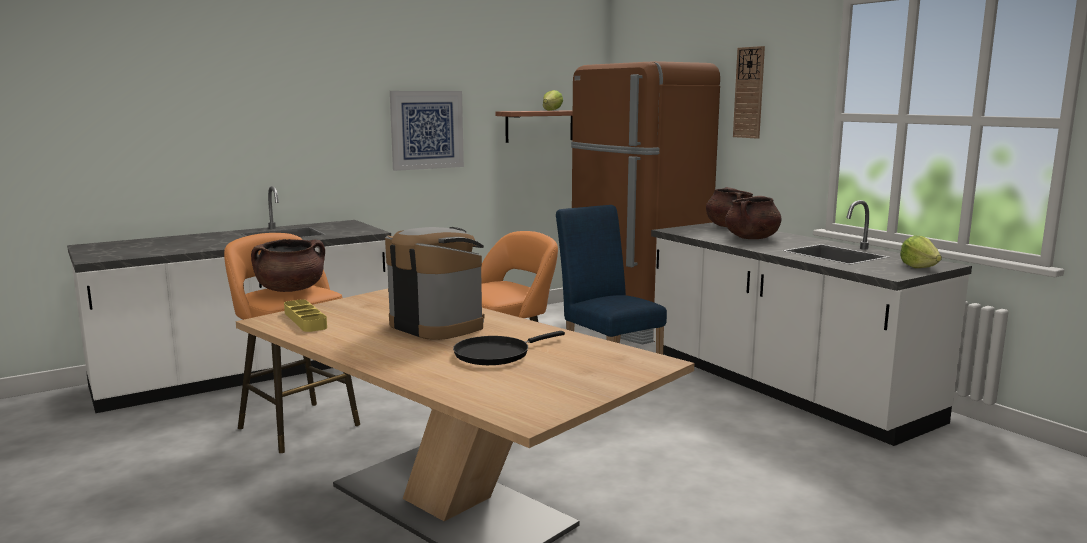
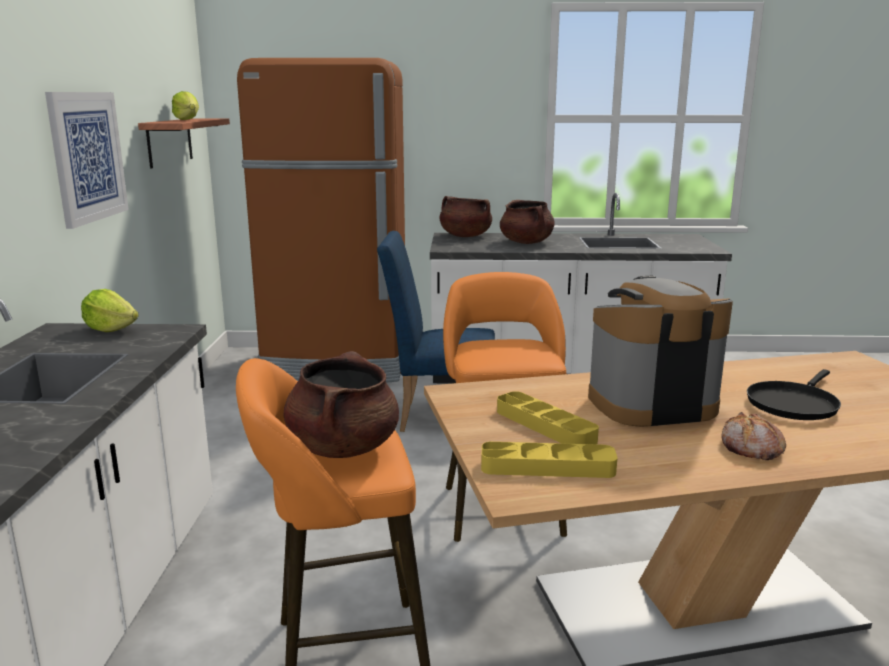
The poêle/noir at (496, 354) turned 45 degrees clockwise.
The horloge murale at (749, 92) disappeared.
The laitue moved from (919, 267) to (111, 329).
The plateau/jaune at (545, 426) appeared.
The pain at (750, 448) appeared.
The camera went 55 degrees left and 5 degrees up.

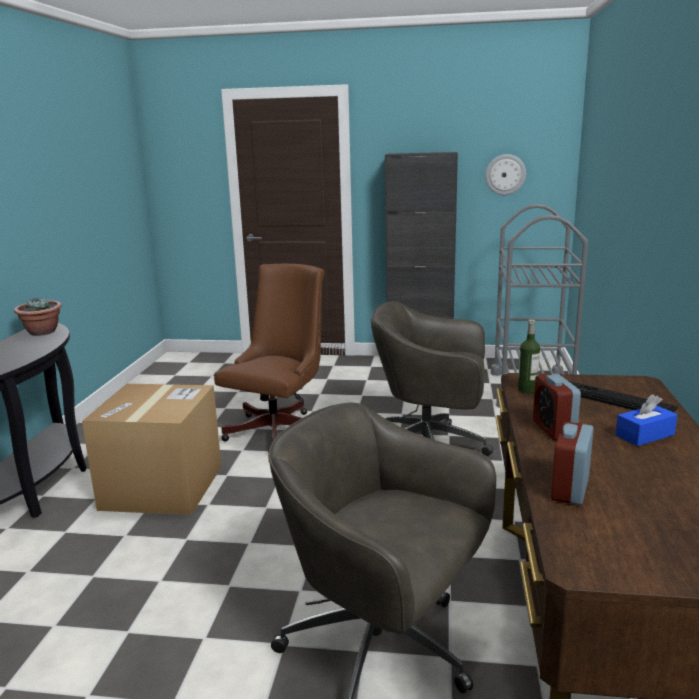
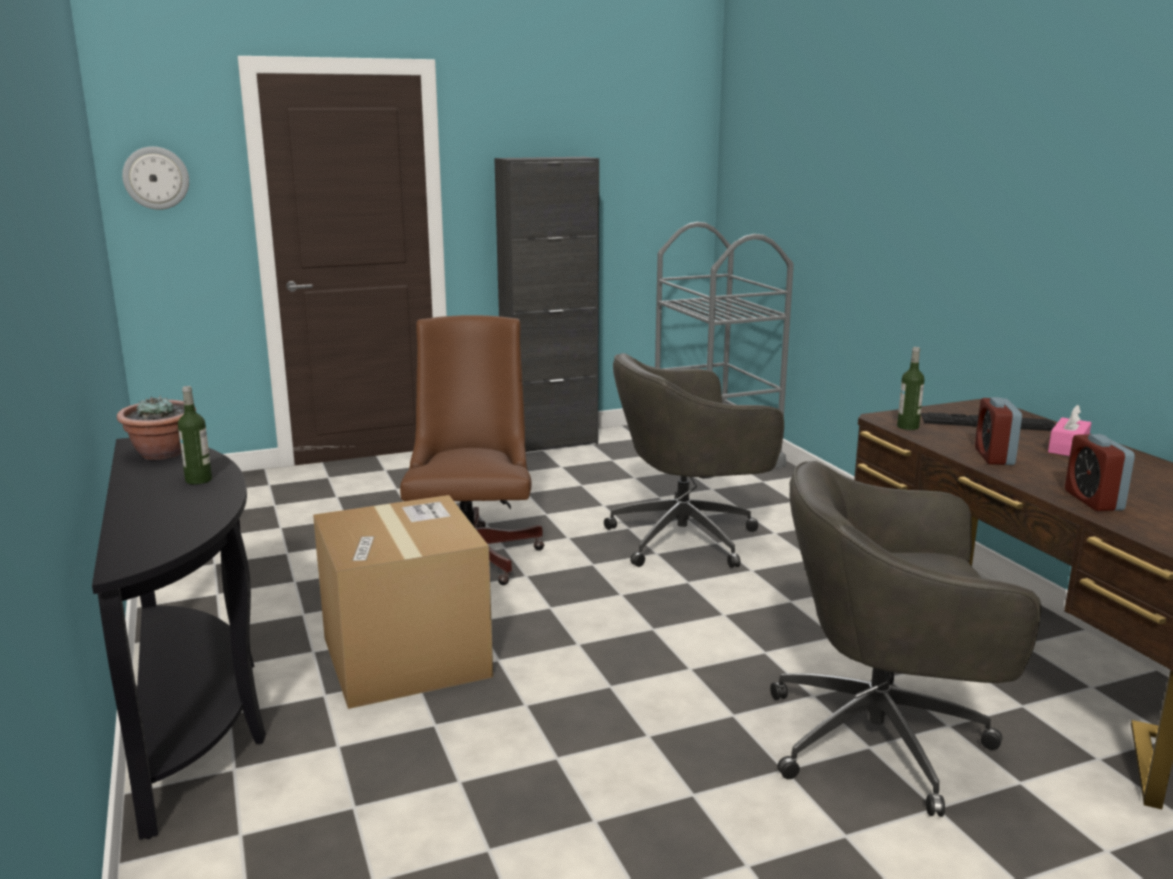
The horloge murale moved from (505, 174) to (156, 178).
The réveil at (553, 429) turned 45 degrees clockwise.
The boîte à mouchoirs/bleu at (645, 435) became the boîte à mouchoirs/rose at (1068, 448).
The bouteille at (198, 480) appeared.
The camera went 30 degrees left and 0 degrees up.

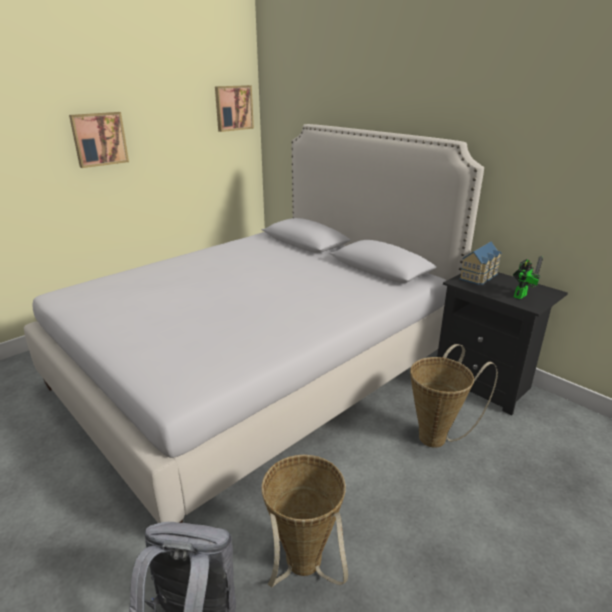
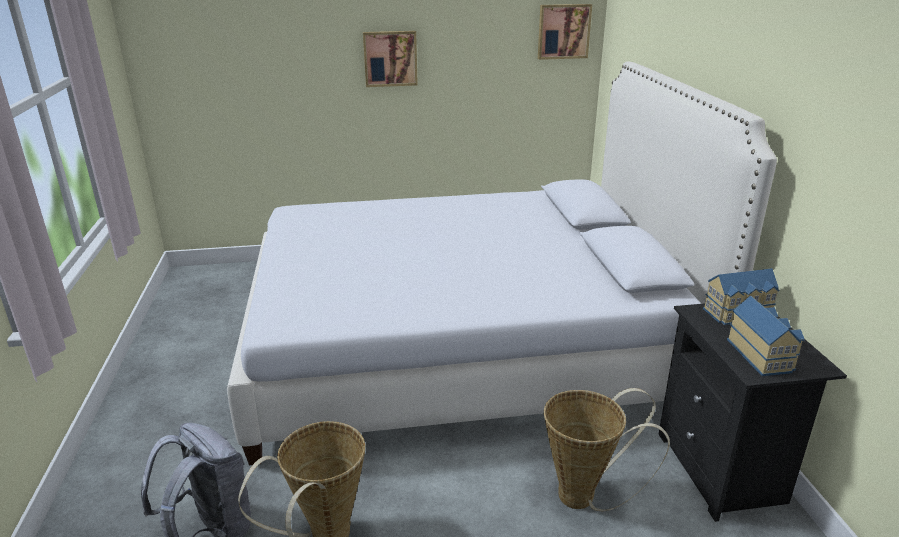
The robot jouet at (521, 295) was replaced by the maison miniature at (761, 355).
The camera went 35 degrees right and 0 degrees up.

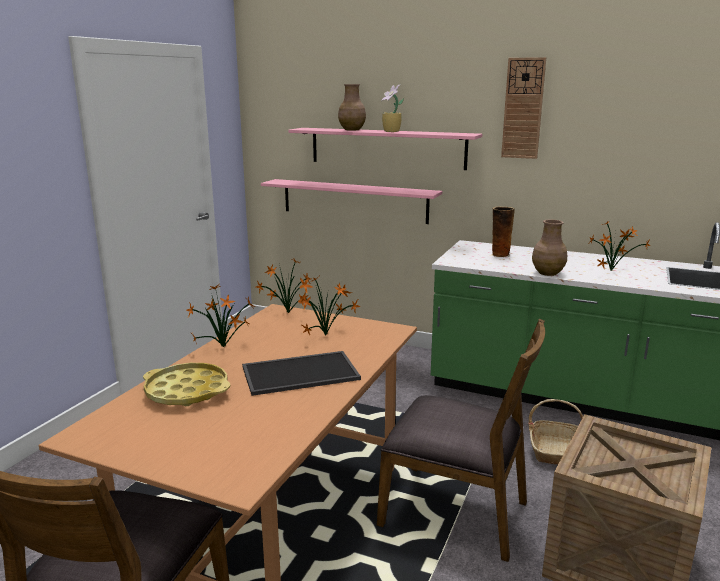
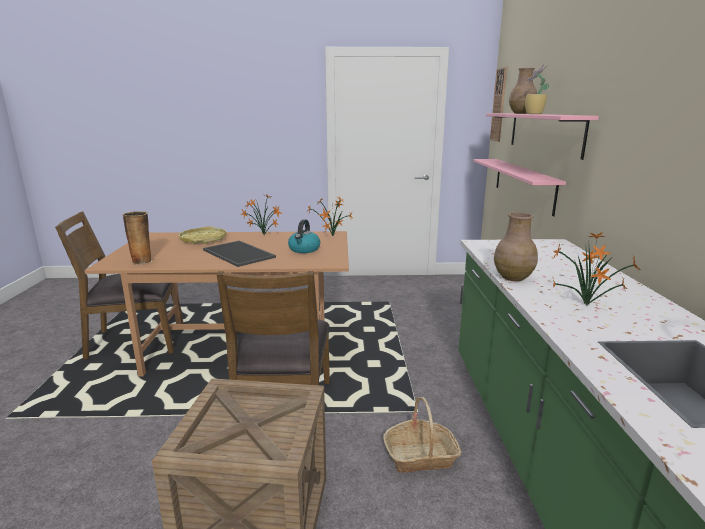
The plante en pot at (327, 335) was replaced by the bouilloire at (304, 249).
The vase moved from (499, 254) to (142, 261).
The horloge murale moved from (523, 108) to (499, 105).
The camera went 65 degrees right and 0 degrees up.

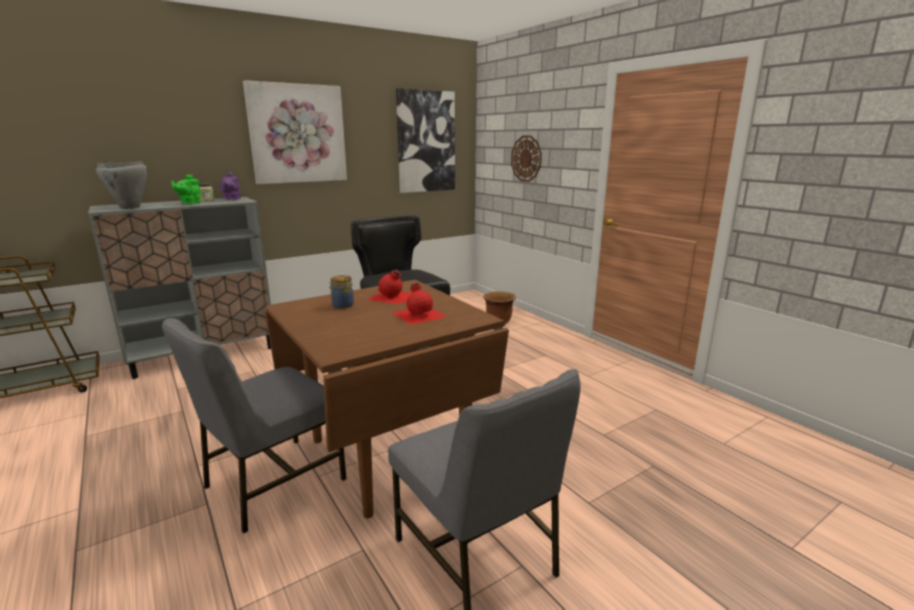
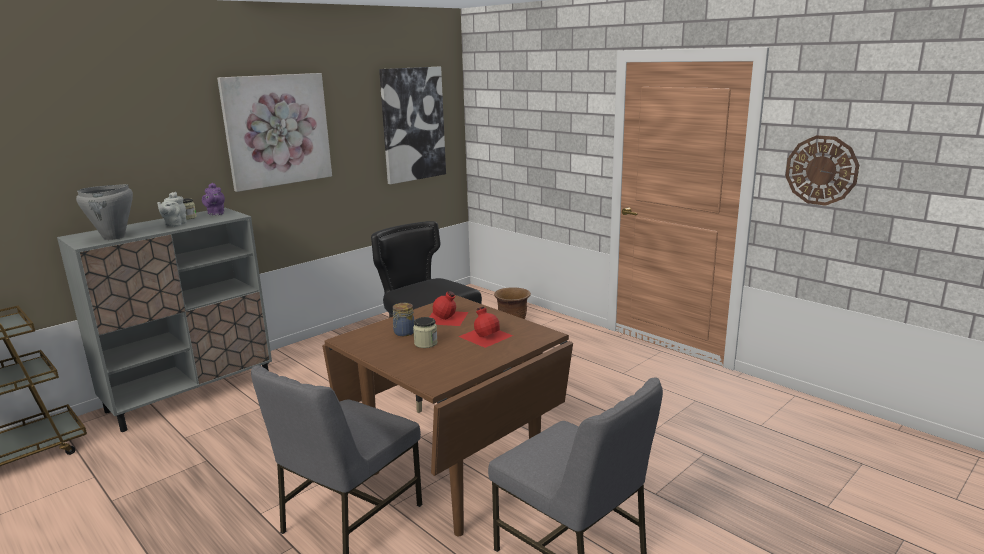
The théière/vert at (189, 203) became the théière/gris at (175, 225).
The horloge murale moved from (526, 158) to (821, 170).
The bocal at (425, 343) appeared.
The camera went 10 degrees left and 0 degrees up.

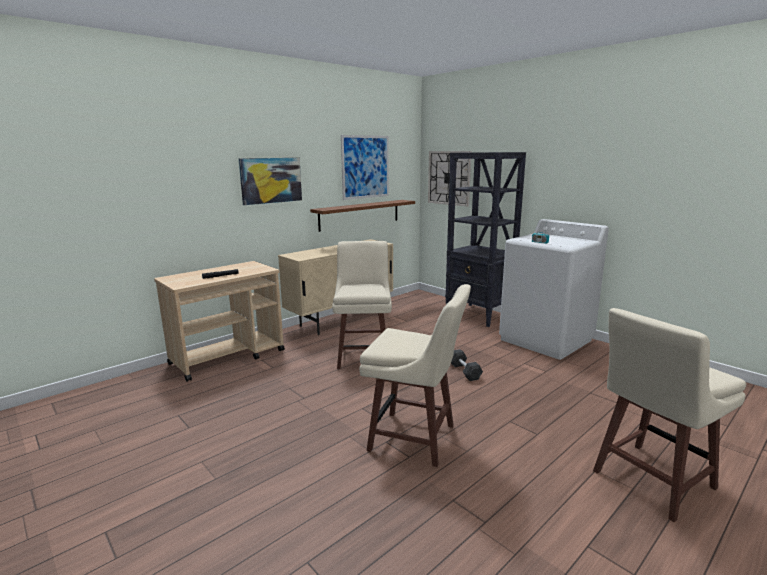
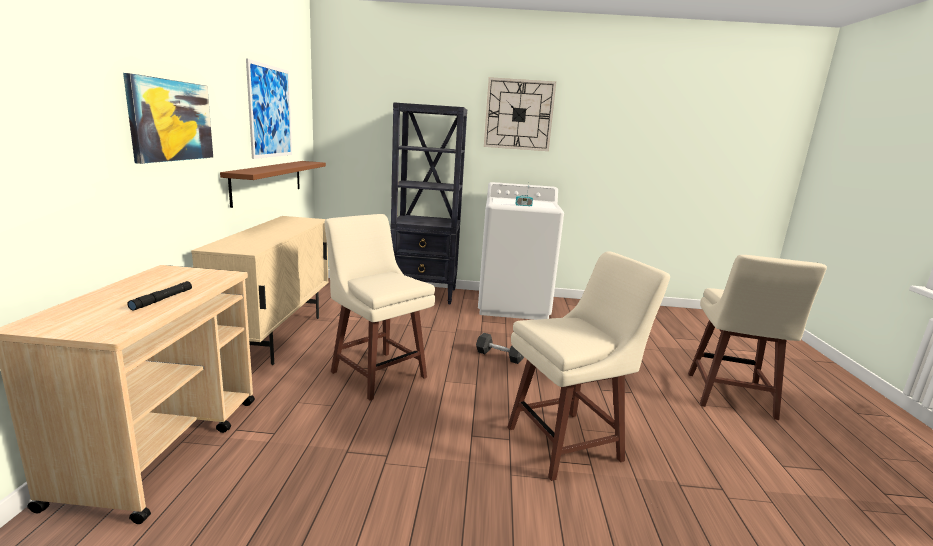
The horloge murale moved from (449, 178) to (519, 115).
The camera went 45 degrees left and 0 degrees up.

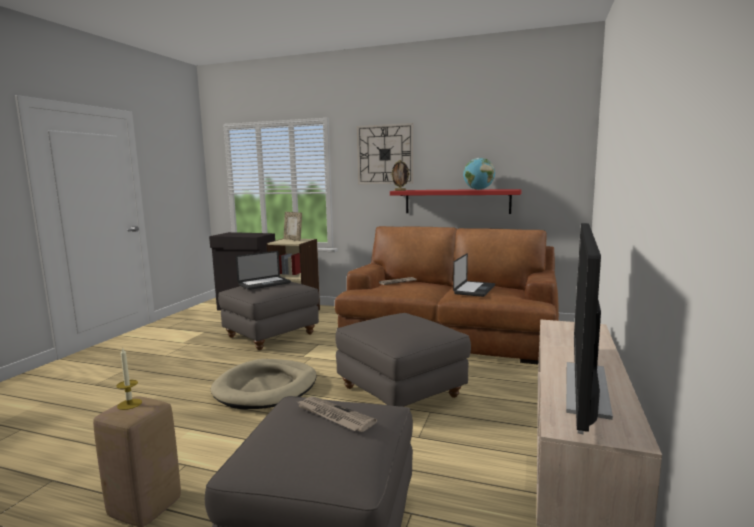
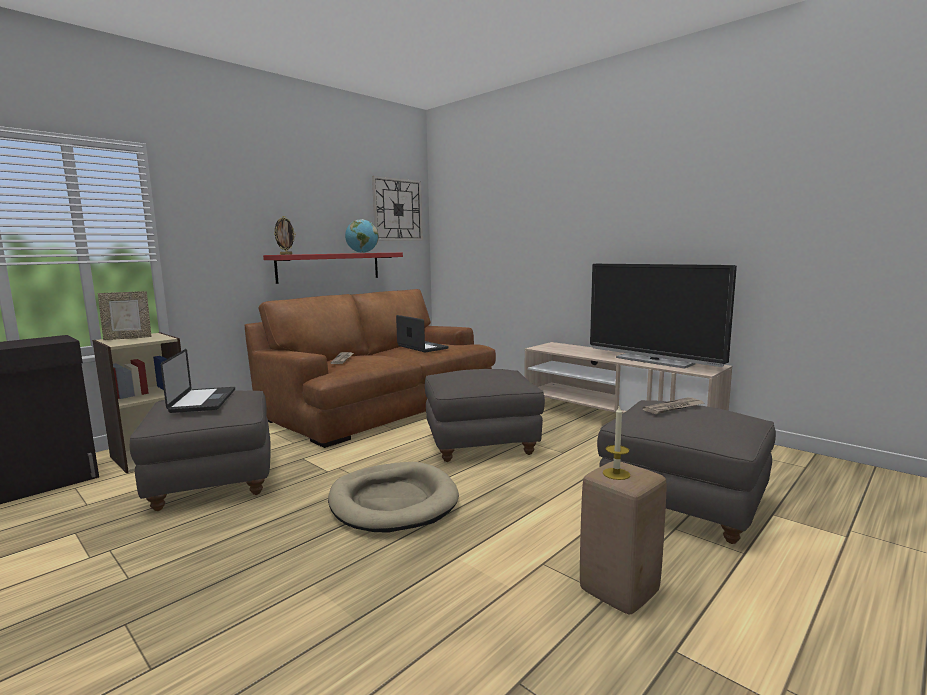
The horloge murale moved from (385, 154) to (397, 209).
The camera went 65 degrees left and 0 degrees up.

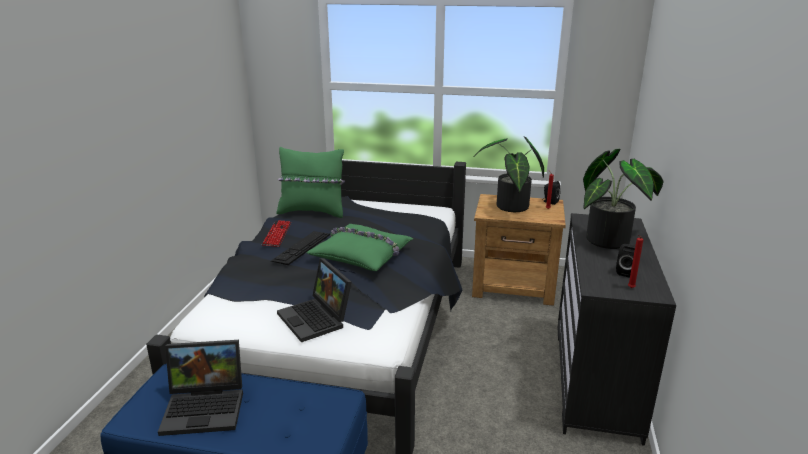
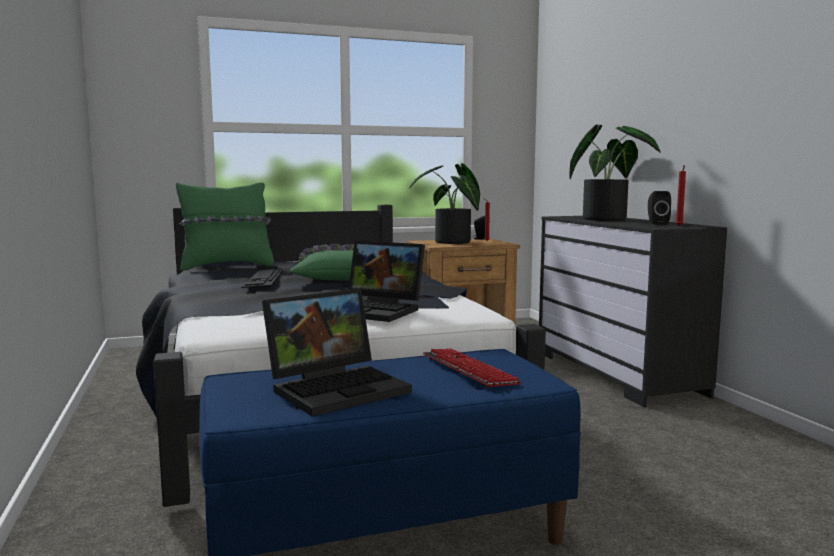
The clavier moved from (277, 234) to (468, 370).
The camera went 30 degrees left and 15 degrees down.

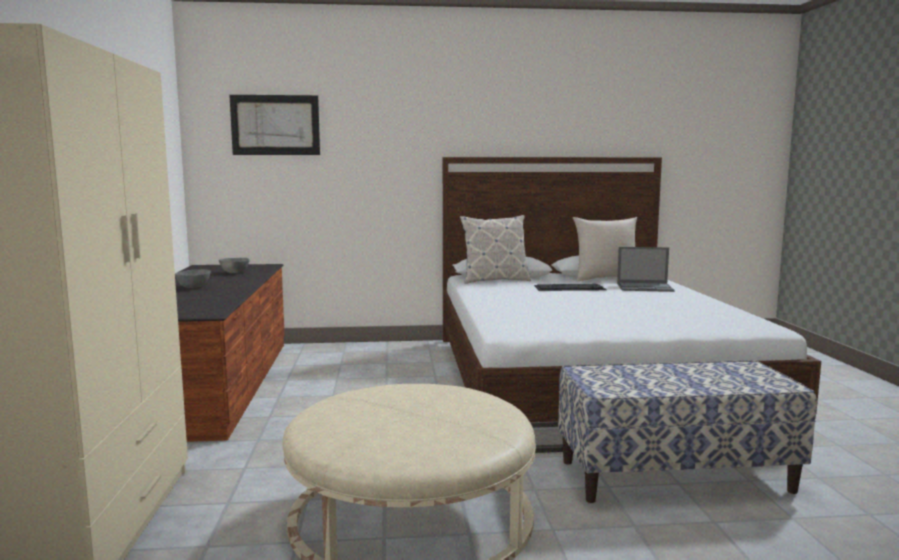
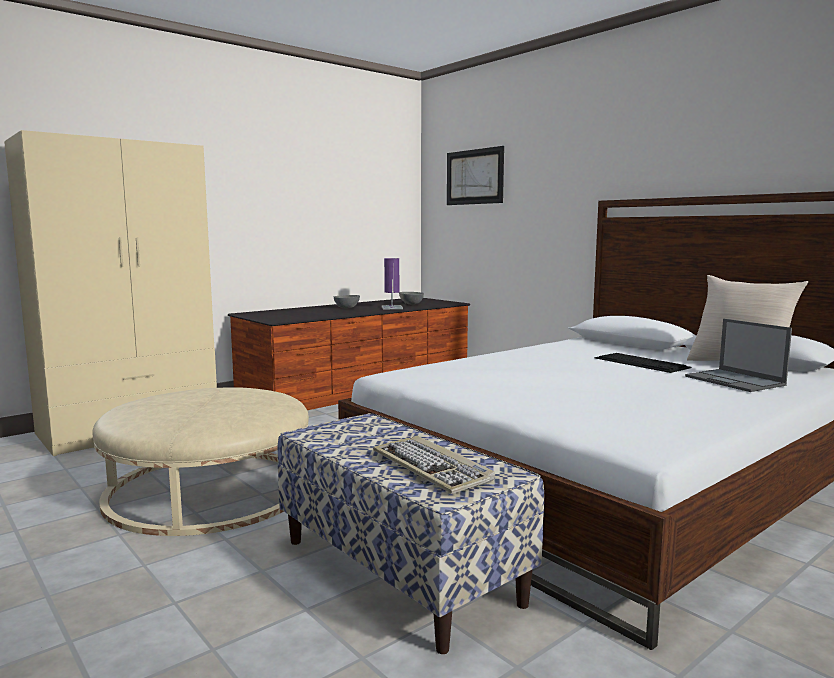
The coussin at (494, 280) disappeared.
The clavier at (432, 468) appeared.
The lampe de table/violet at (392, 308) appeared.
The camera went 55 degrees right and 0 degrees up.

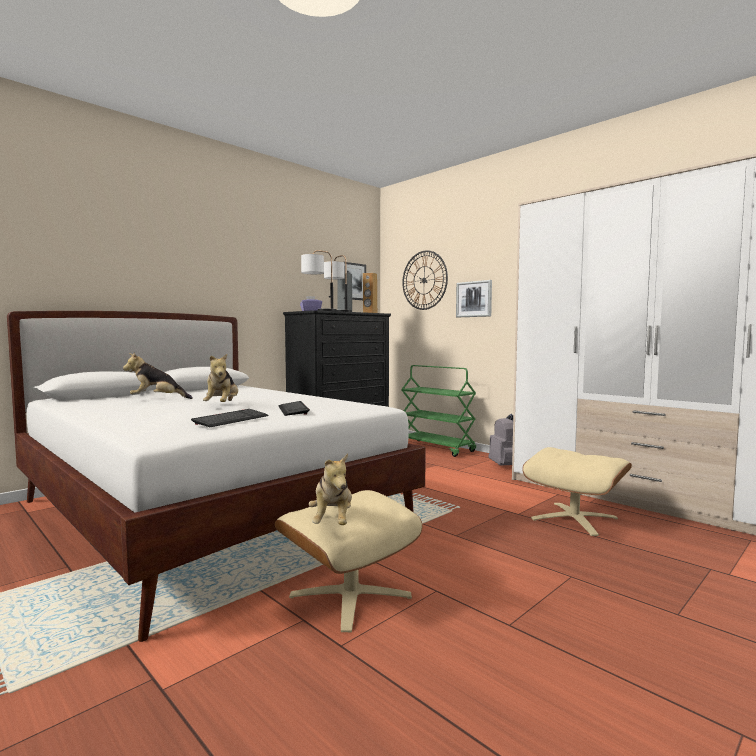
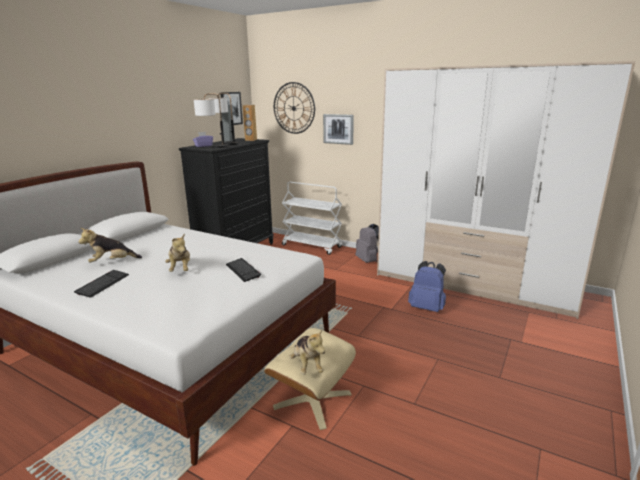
The clavier moved from (231, 420) to (103, 284).
The chariot/vert at (437, 448) became the chariot/blanc at (312, 246).
The pouf/beige at (574, 518) was replaced by the sac à dos/bleu at (427, 308).
The camera went 15 degrees left and 15 degrees up.

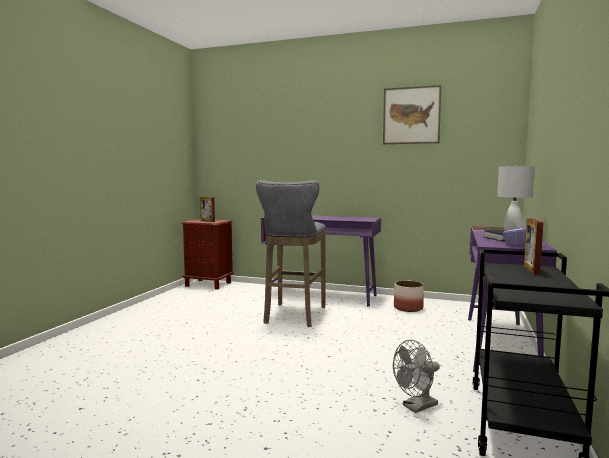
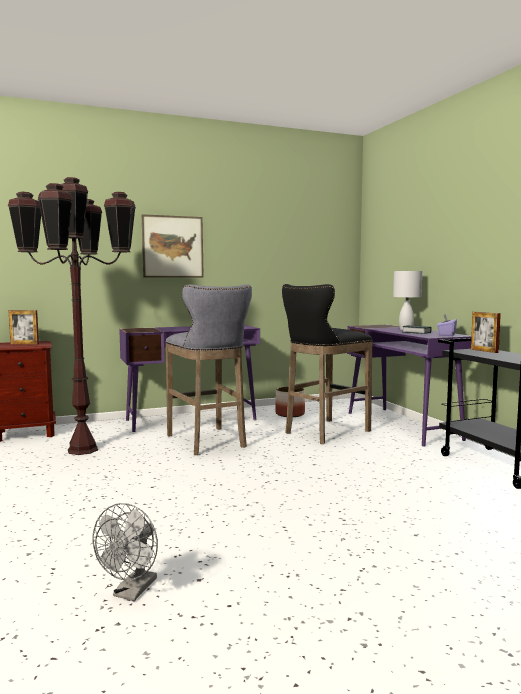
The tableau moved from (411, 115) to (173, 247).
The ventilateur/gris moved from (416, 407) to (132, 592).
The lampadaire/marron at (83, 450) appeared.
The tabouret/noir at (324, 433) appeared.
The camera went 40 degrees left and 0 degrees up.

